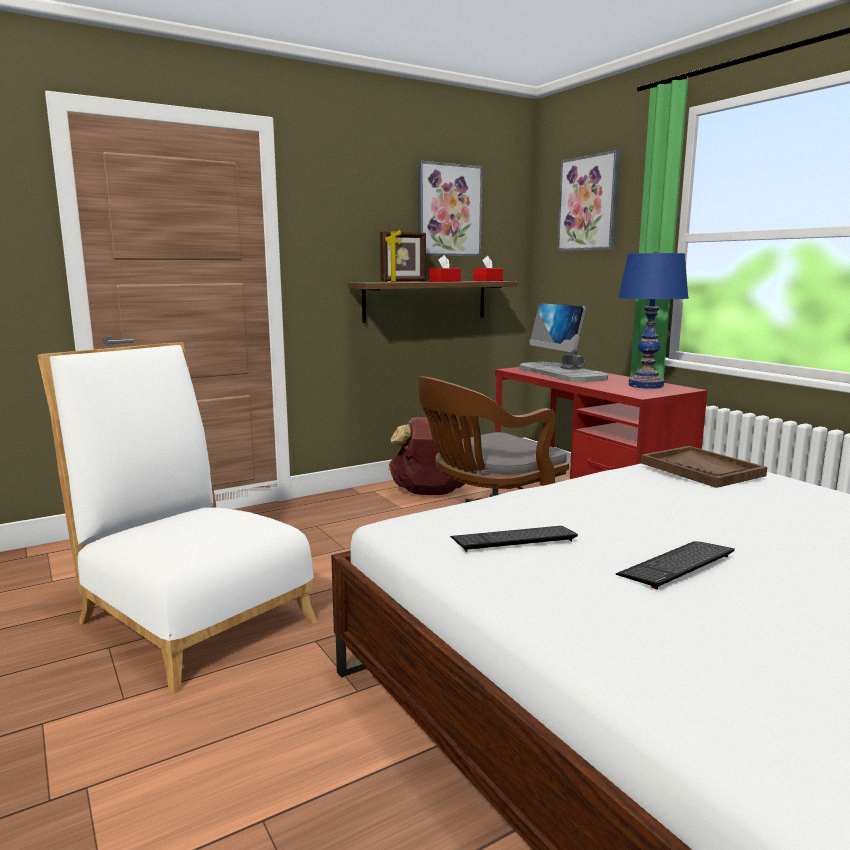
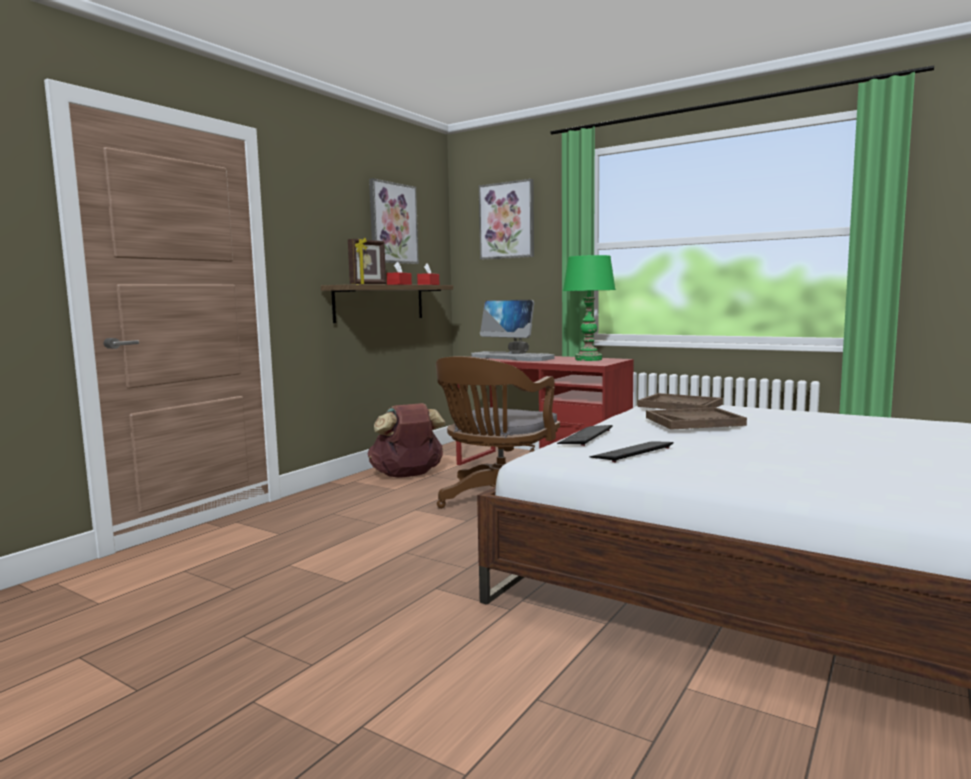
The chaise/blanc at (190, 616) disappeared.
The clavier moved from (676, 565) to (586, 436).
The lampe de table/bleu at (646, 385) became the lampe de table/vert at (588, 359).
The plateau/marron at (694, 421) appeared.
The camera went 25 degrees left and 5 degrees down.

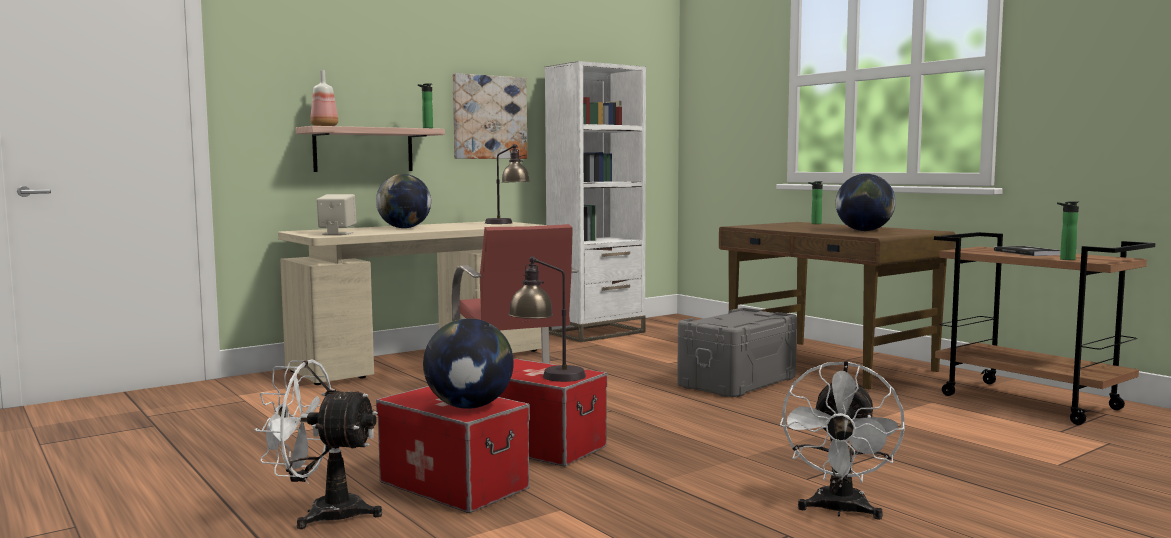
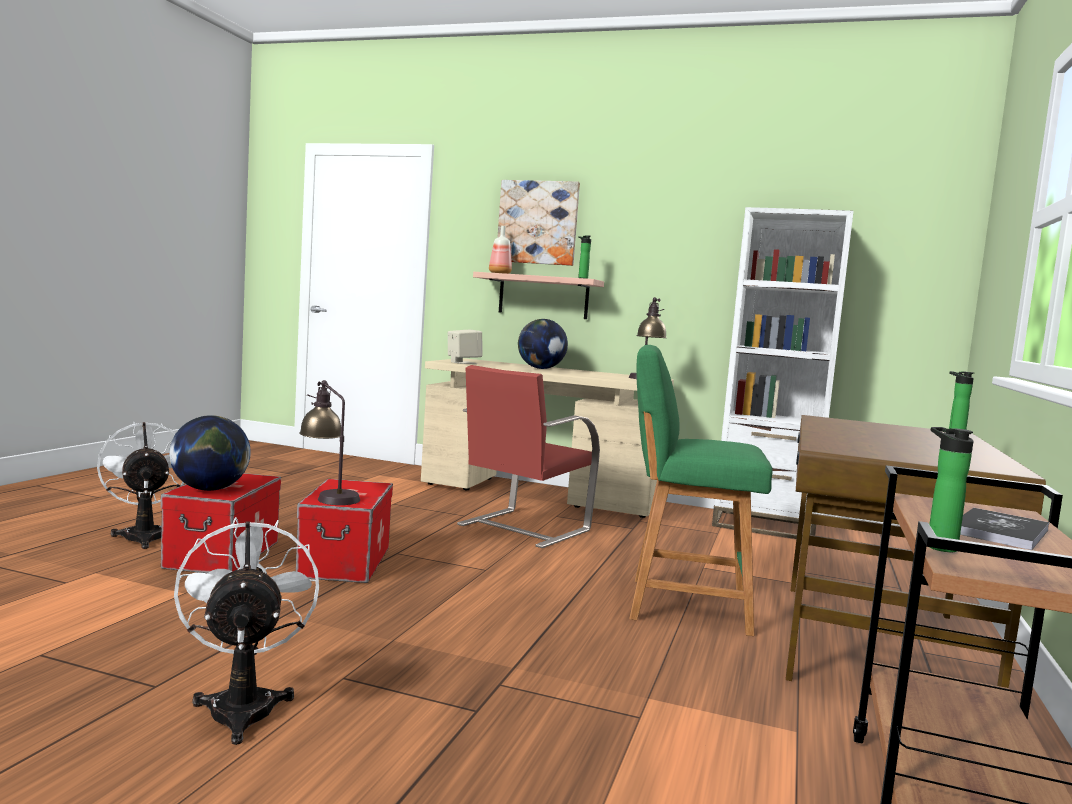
The tableau moved from (489, 117) to (538, 222).
The boîte de rangement/gris at (736, 382) was replaced by the tabouret/vert at (681, 604).
The ventilateur/blanc at (839, 511) turned 90 degrees clockwise.
The globe at (864, 231) disappeared.
The camera went 55 degrees right and 0 degrees up.

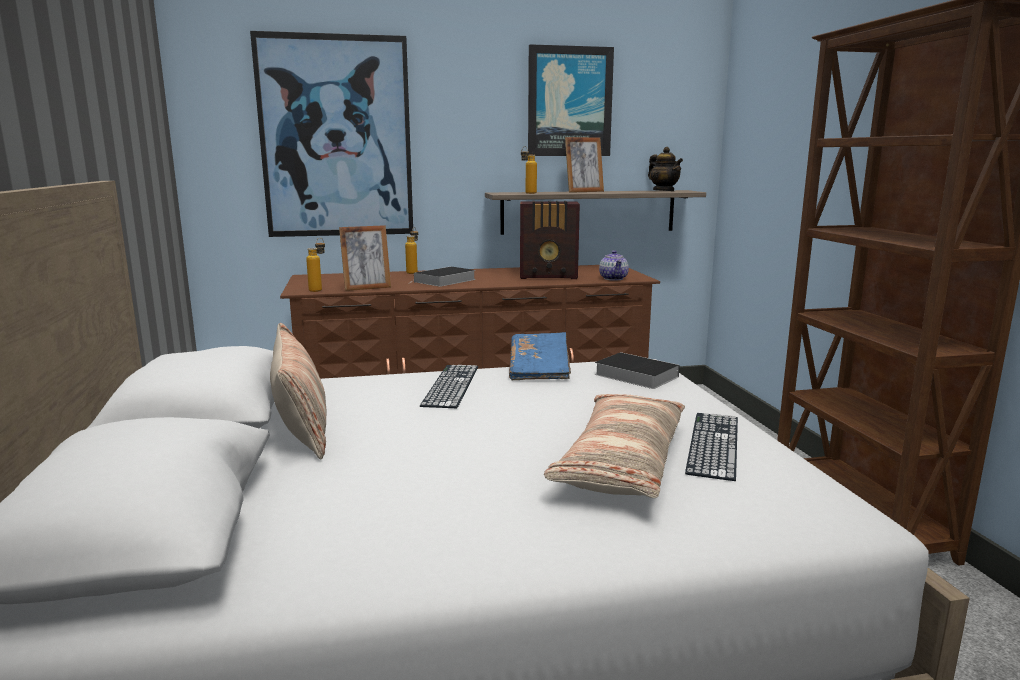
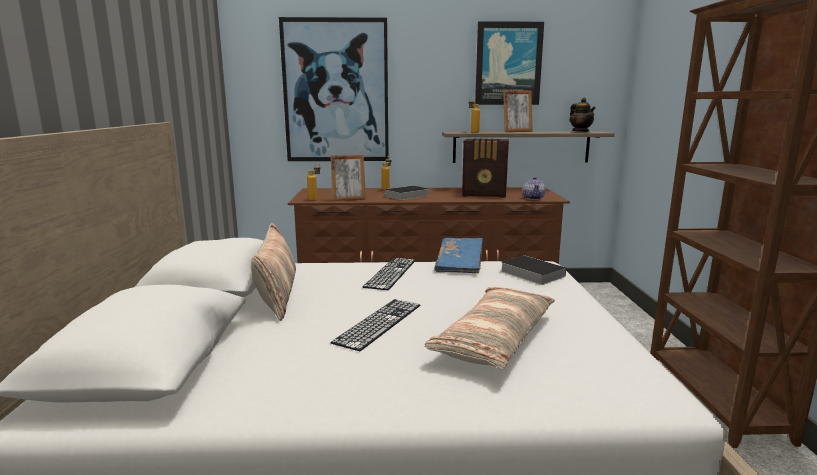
The clavier moved from (713, 444) to (379, 323).
The camera went 10 degrees right and 0 degrees up.

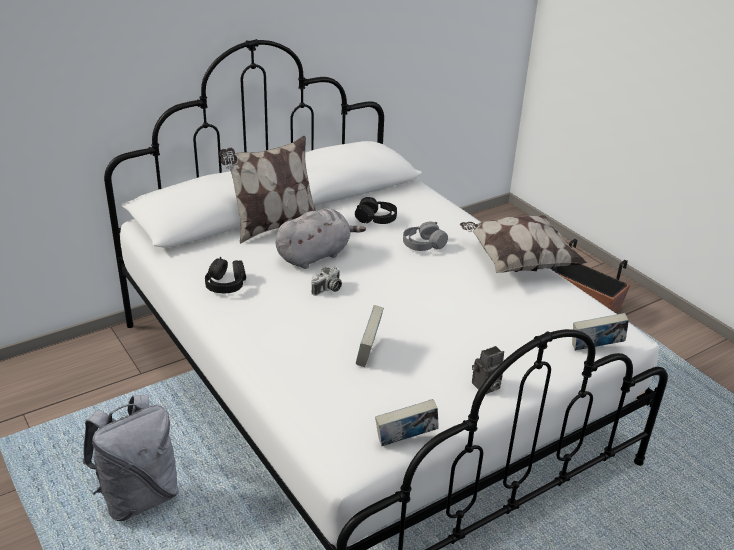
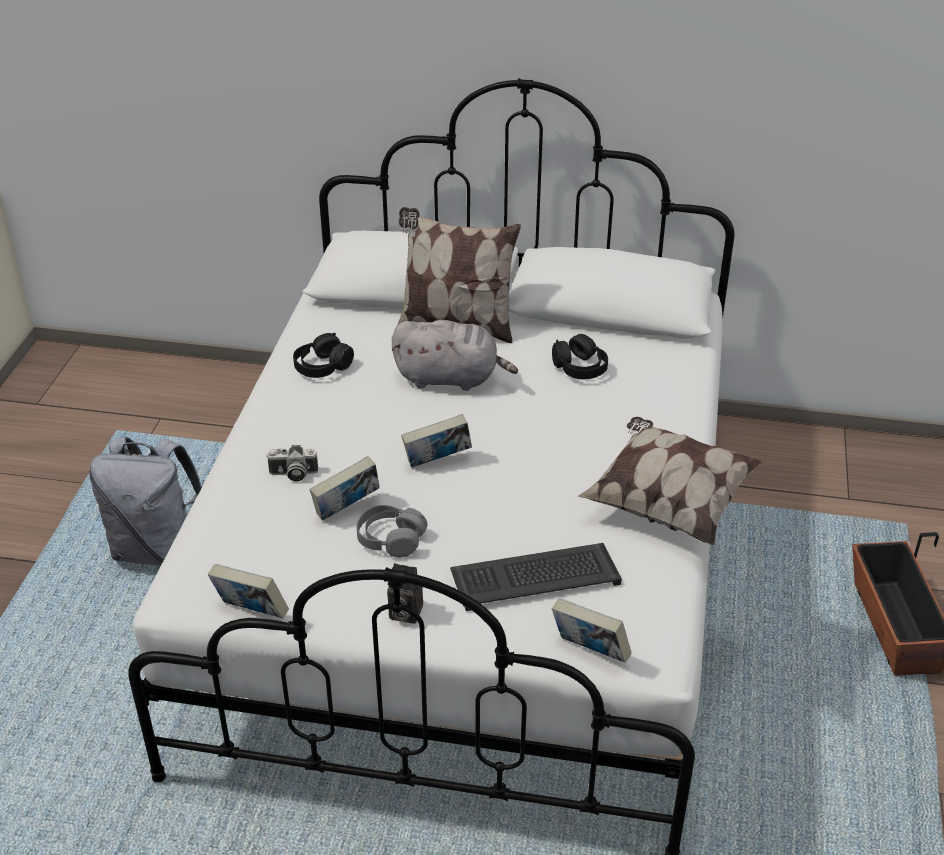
The appareil photo moved from (328, 289) to (293, 474).
The casque audio/gris moved from (423, 245) to (391, 539).
The livre at (437, 462) appeared.
The clavier at (536, 576) appeared.
The camera went 45 degrees right and 5 degrees up.

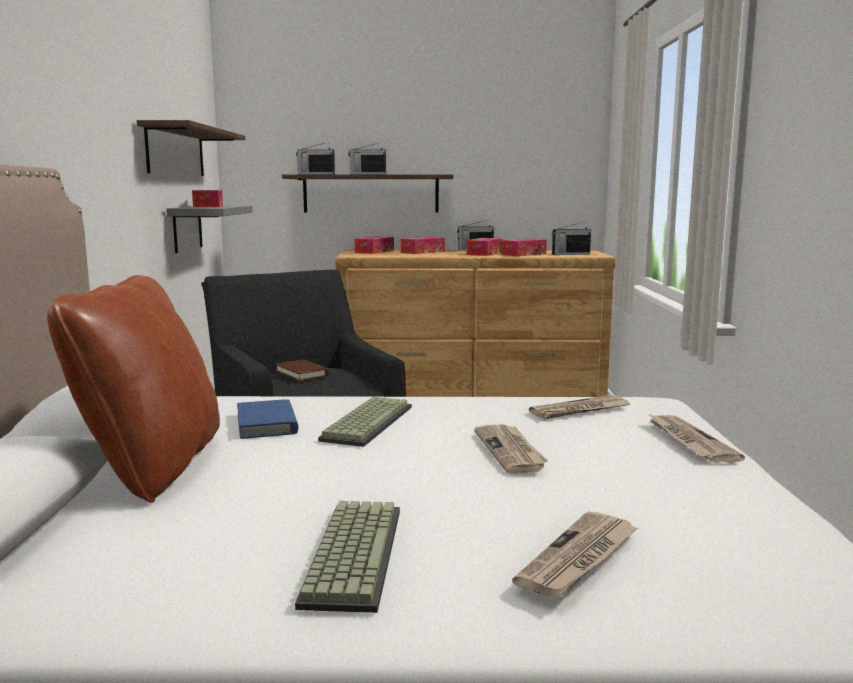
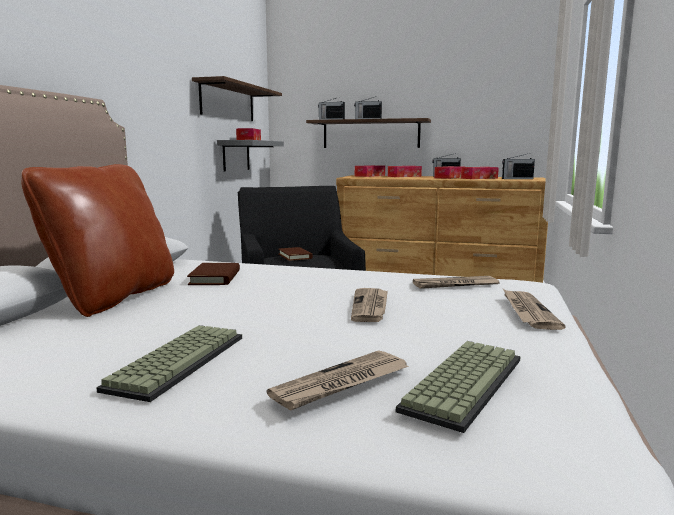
The livre/bleu at (267, 424) became the livre/marron at (215, 278).
The clavier moved from (366, 422) to (462, 382).
The camera went 15 degrees right and 0 degrees up.

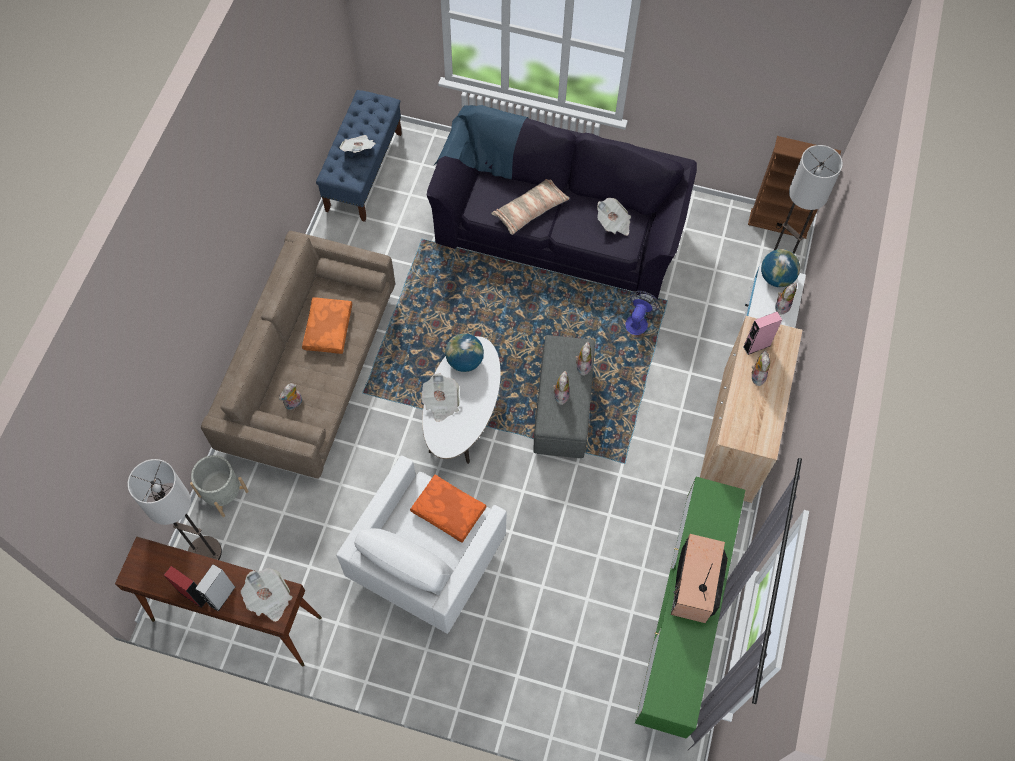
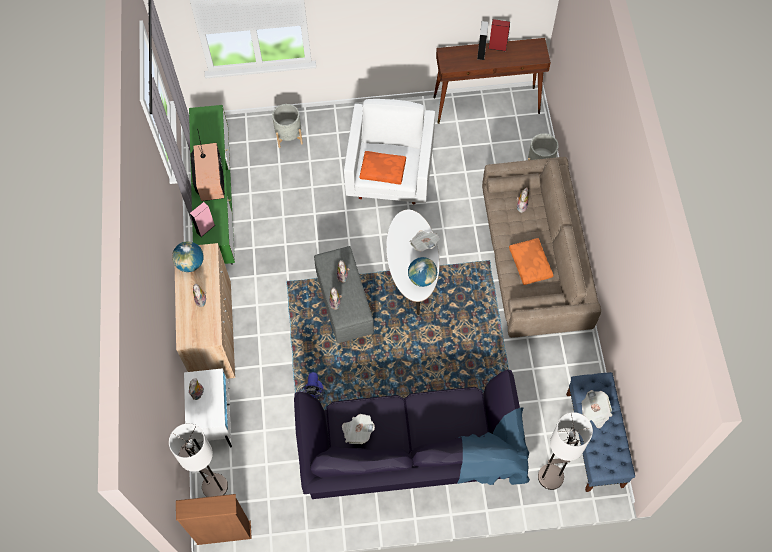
The lampadaire moved from (205, 552) to (550, 477).
The journal at (269, 598) disappeared.
The coussin at (530, 210) disappeared.
The enceinte/rose moved from (756, 346) to (205, 229).
The globe moved from (776, 278) to (190, 263).
The cache-pot/gris at (289, 136) appeared.
The camera went 160 degrees right and 0 degrees up.

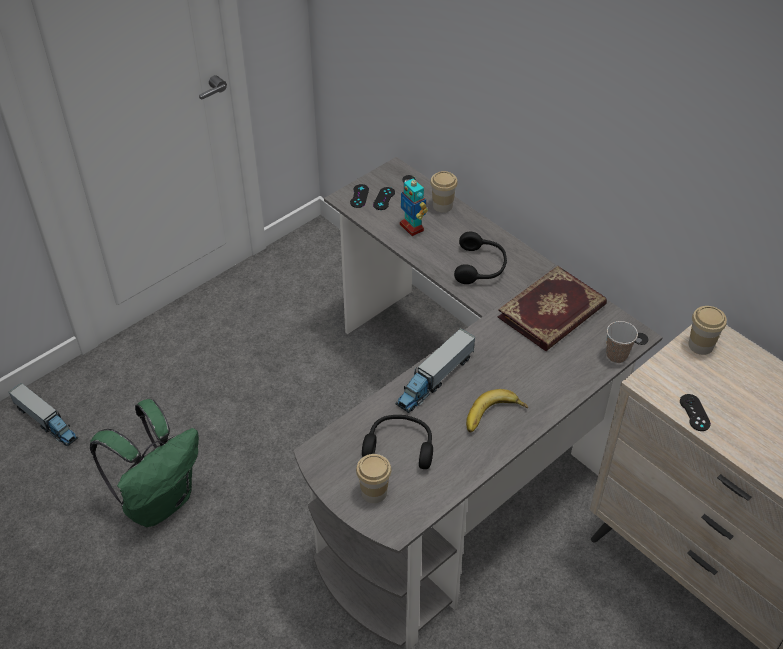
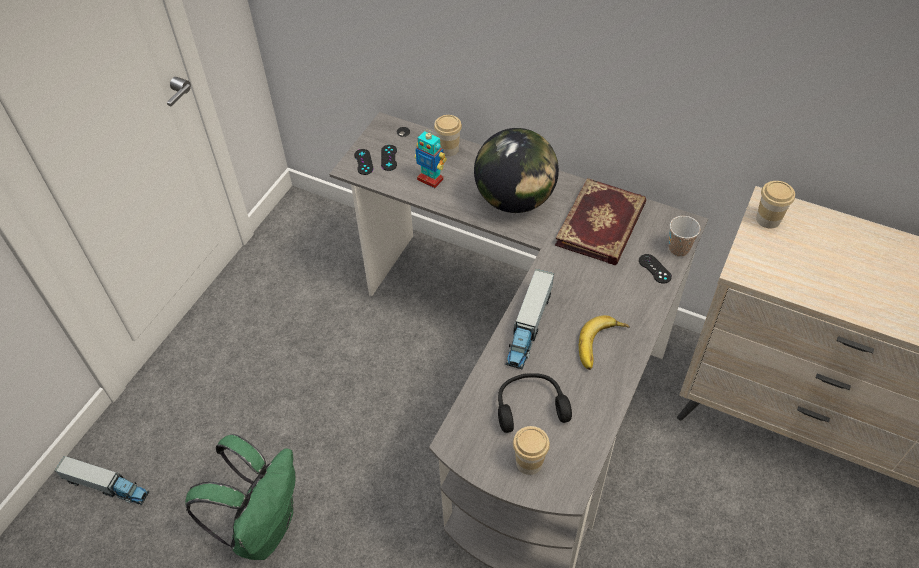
The casque audio/noir at (481, 267) was replaced by the globe at (514, 200).
The manette/noir moved from (694, 412) to (654, 269).
The camera went 20 degrees left and 5 degrees up.

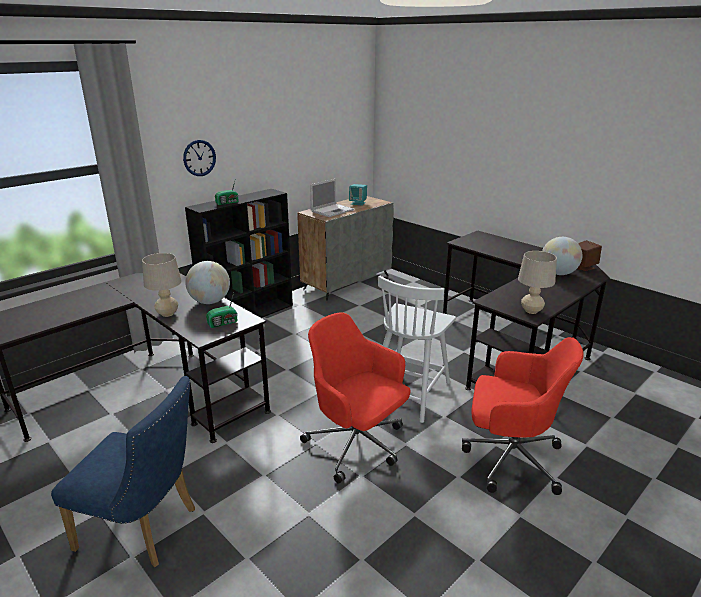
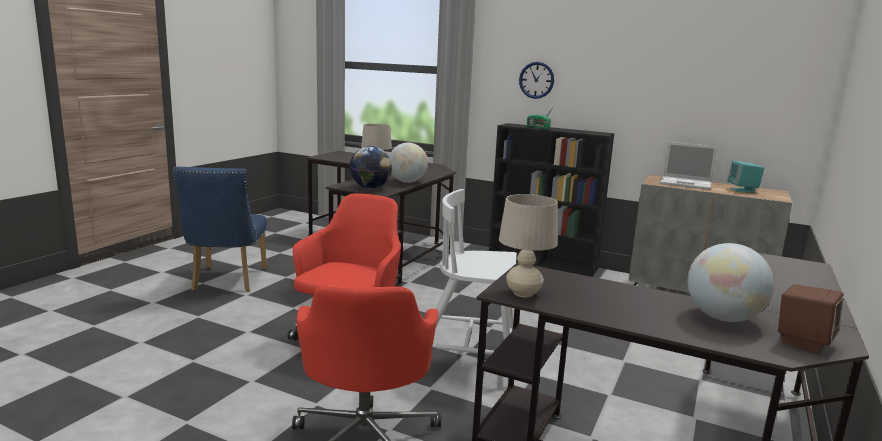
The radio at (223, 323) was replaced by the globe at (370, 188).
The camera went 70 degrees right and 10 degrees down.

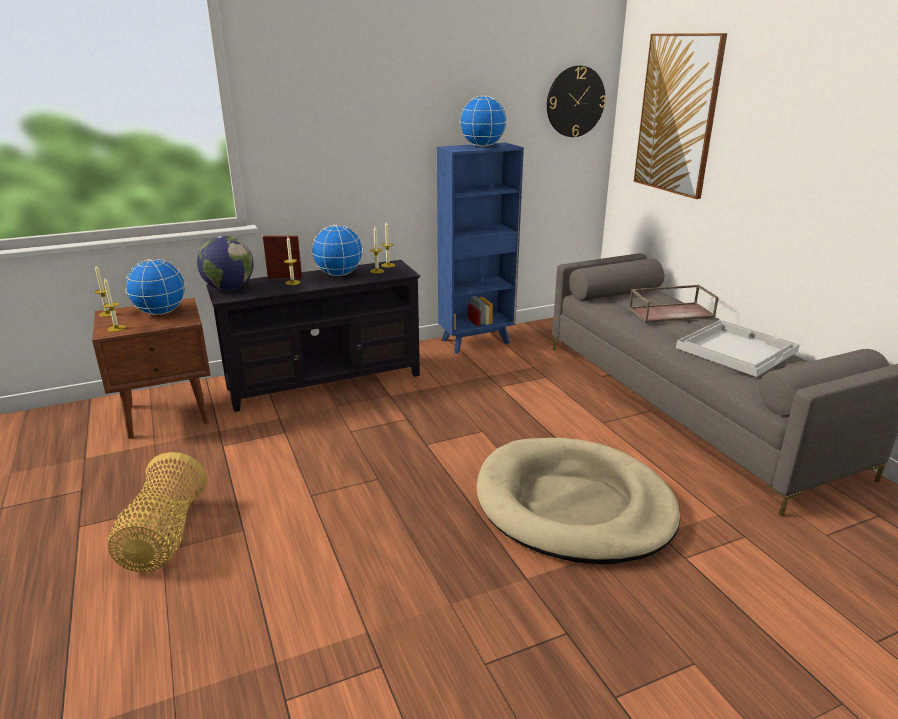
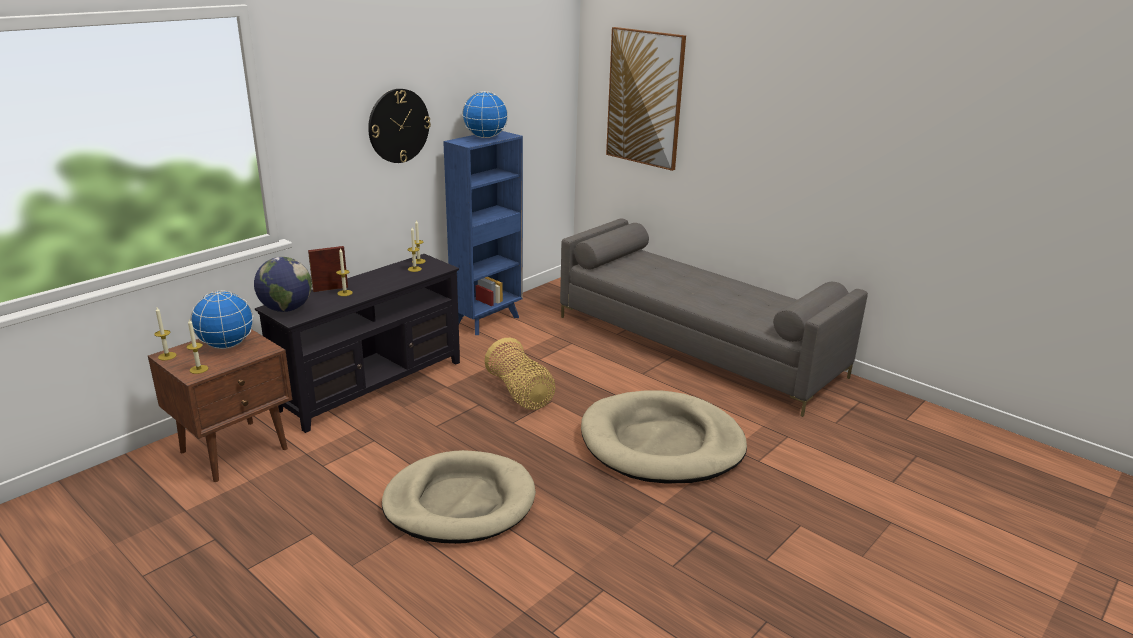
The panier moved from (164, 537) to (520, 394).
The globe at (339, 274) disappeared.
The horloge murale moved from (575, 101) to (398, 126).
The plateau/marron at (671, 312) disappeared.
The plateau/blanc at (736, 349) disappeared.
The panier pour chien/beige at (459, 502) appeared.
The camera went 25 degrees left and 0 degrees up.

